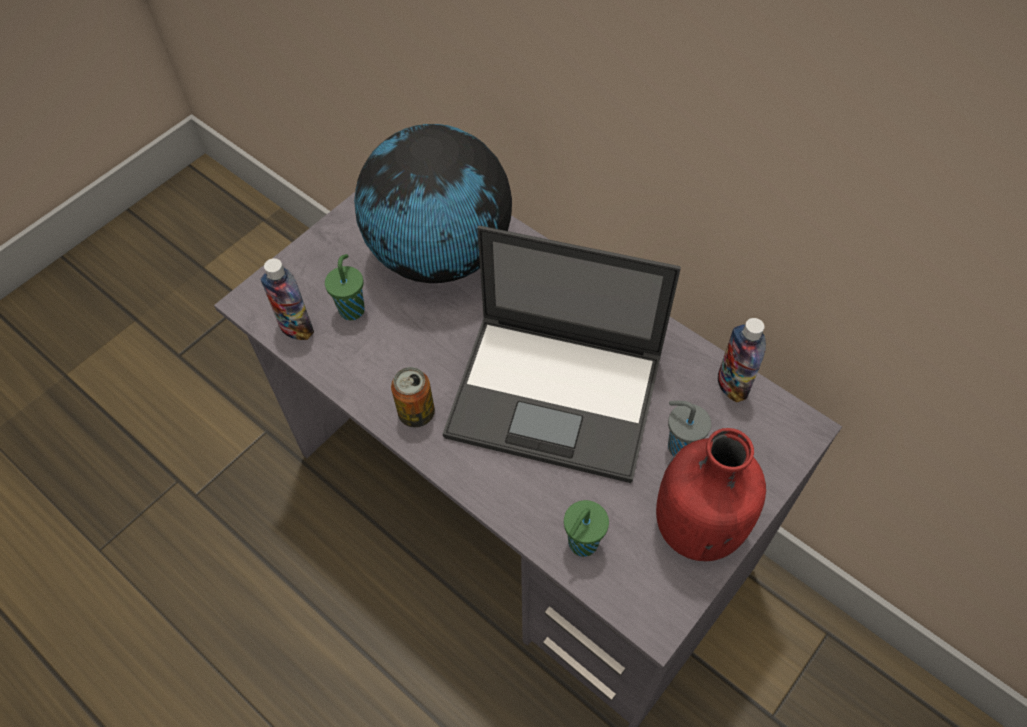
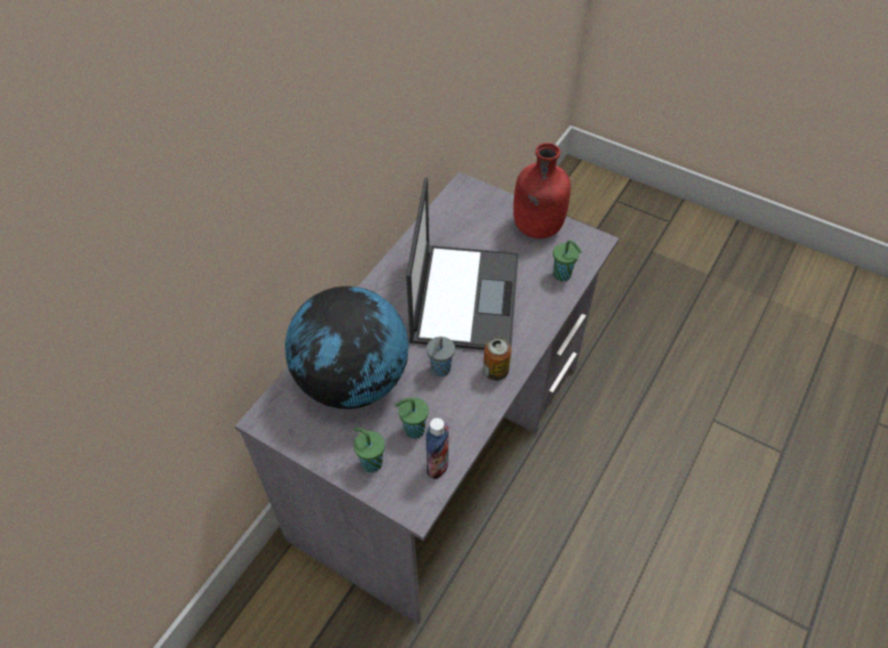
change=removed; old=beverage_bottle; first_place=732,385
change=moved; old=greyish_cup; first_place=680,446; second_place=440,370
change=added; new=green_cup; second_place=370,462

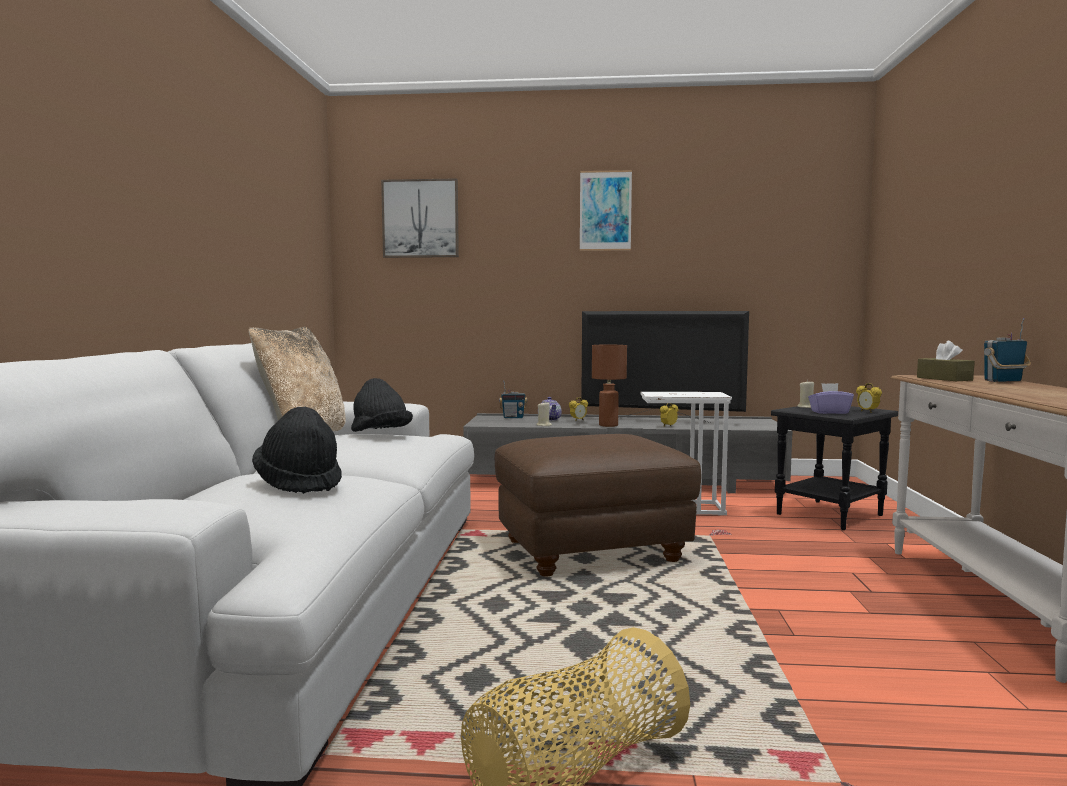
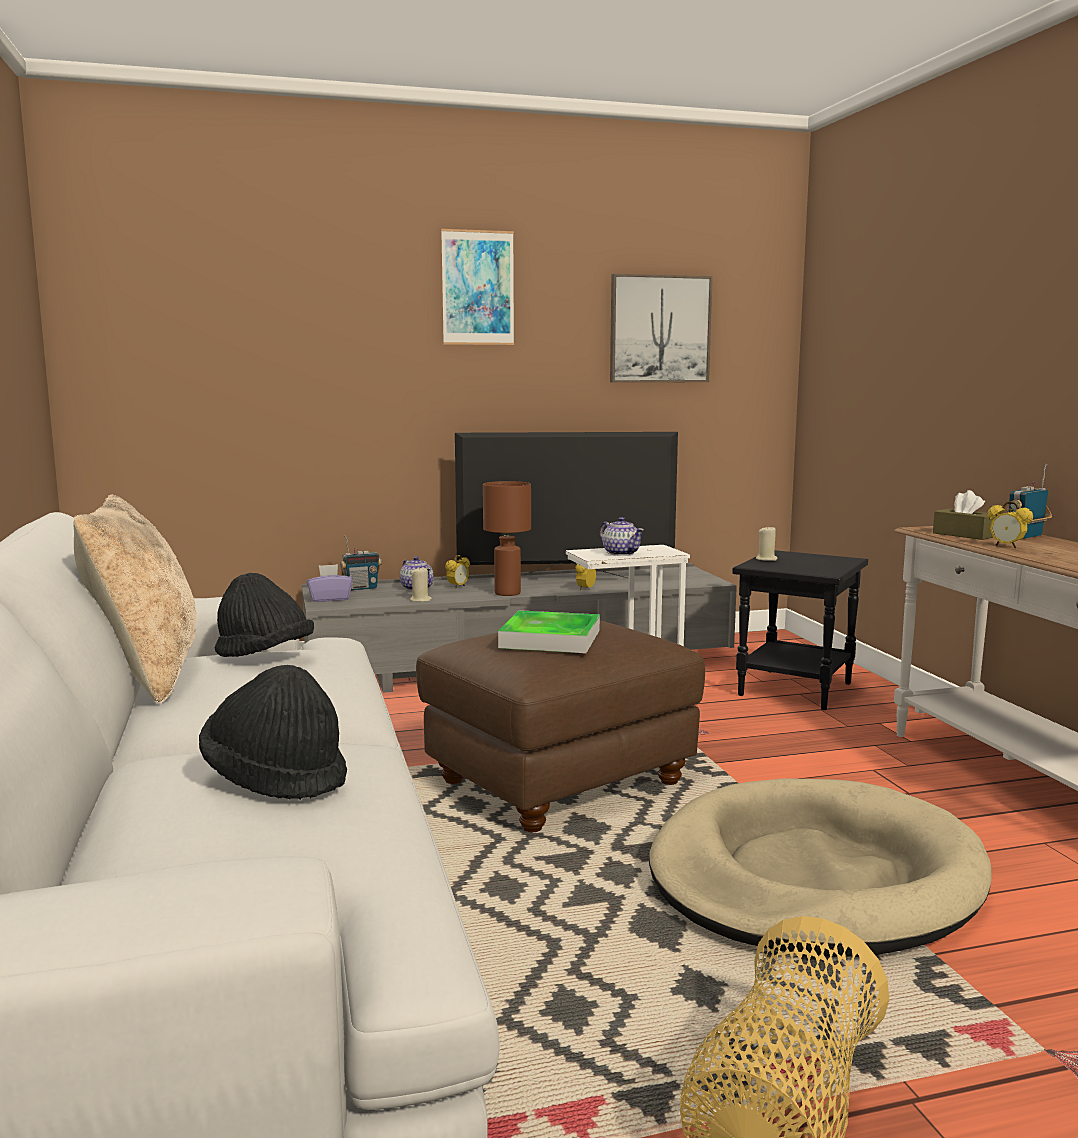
change=moved; old=wall_art; first_place=420,219; second_place=659,329
change=moved; old=purple-coloured_tissue_holder; first_place=829,412; second_place=329,599
change=moved; old=bedside_clock; first_place=867,411; second_place=1006,546
change=added; new=tea_pot; second_place=621,553
change=added; new=carrying_tray; second_place=550,639
change=added; new=beige_dog_bed; second_place=813,878

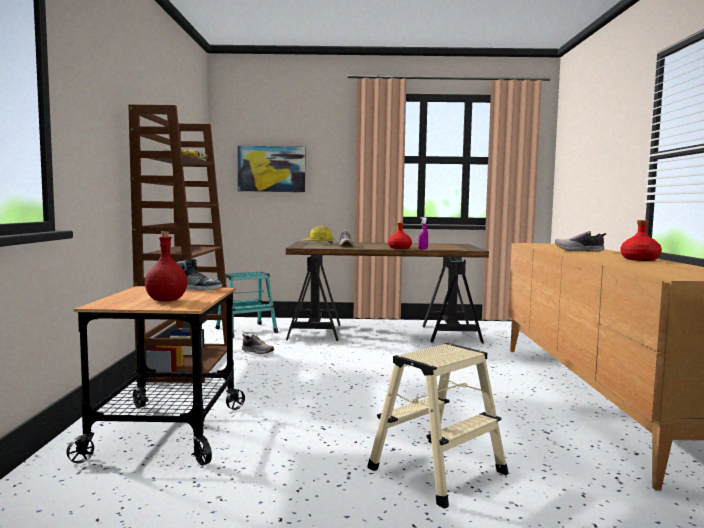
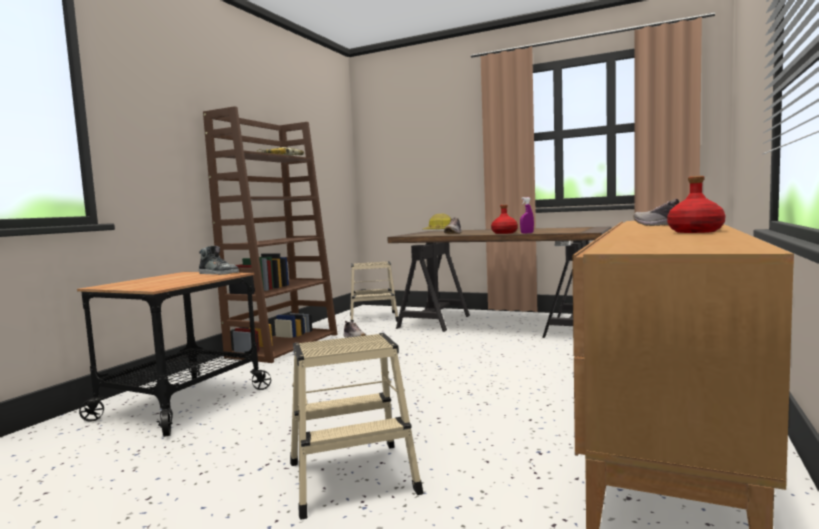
change=removed; old=wall_art; first_place=271,169
change=removed; old=red_beverage_bottle; first_place=166,300
change=recoloured; old=turquoise_step_stool; new=beige_step_stool; first_place=246,330; second_place=374,318

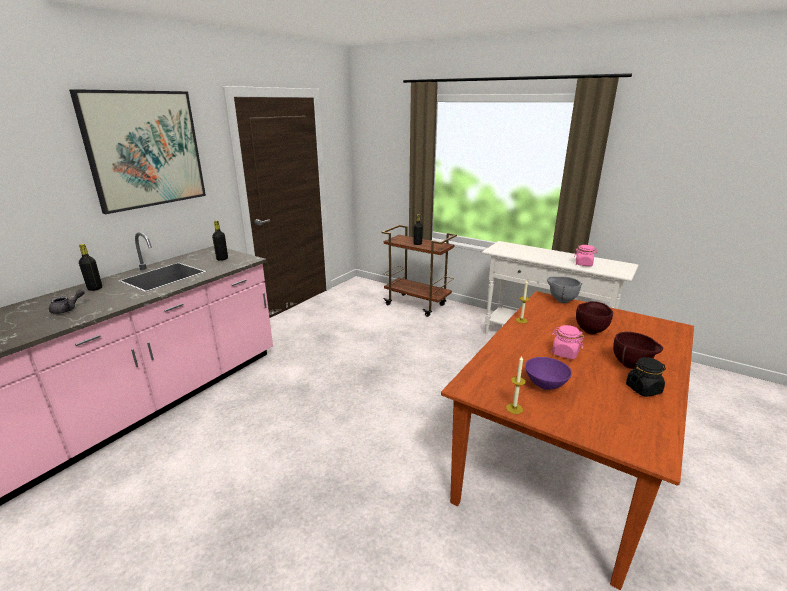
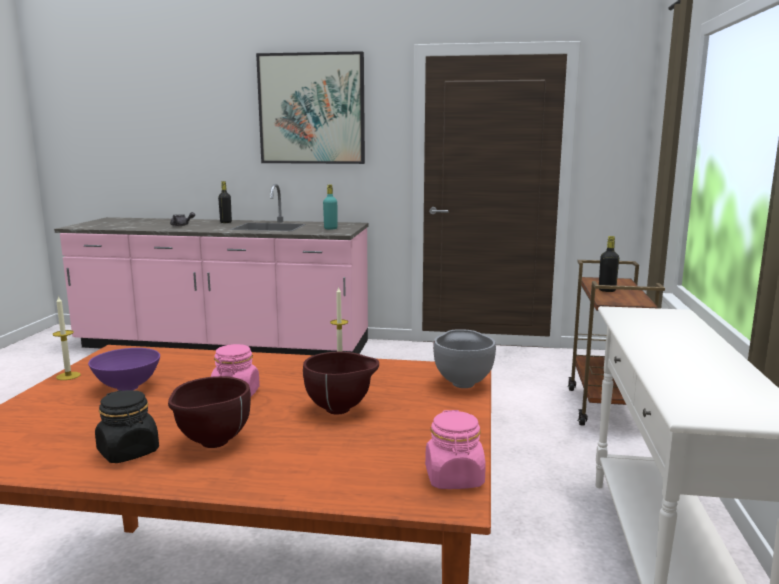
change=recoloured; old=black_beverage_bottle; new=turquoise_beverage_bottle; first_place=222,259; second_place=330,228
change=moved; old=pink_storage_jar; first_place=584,264; second_place=454,478

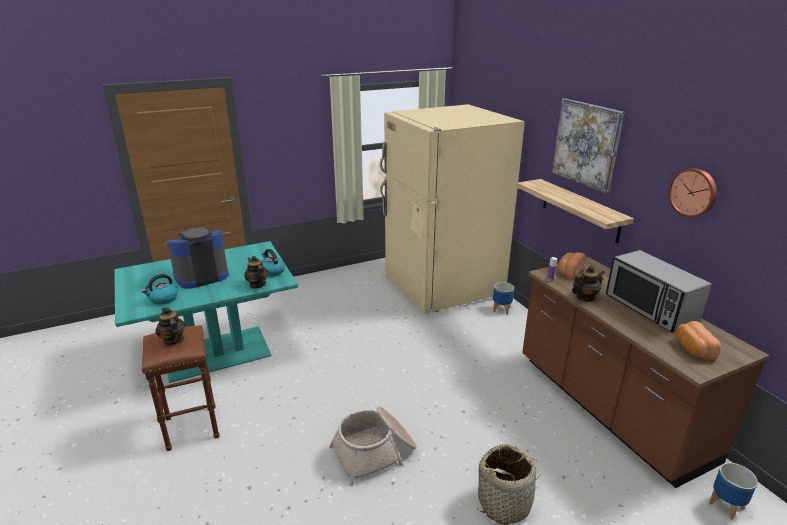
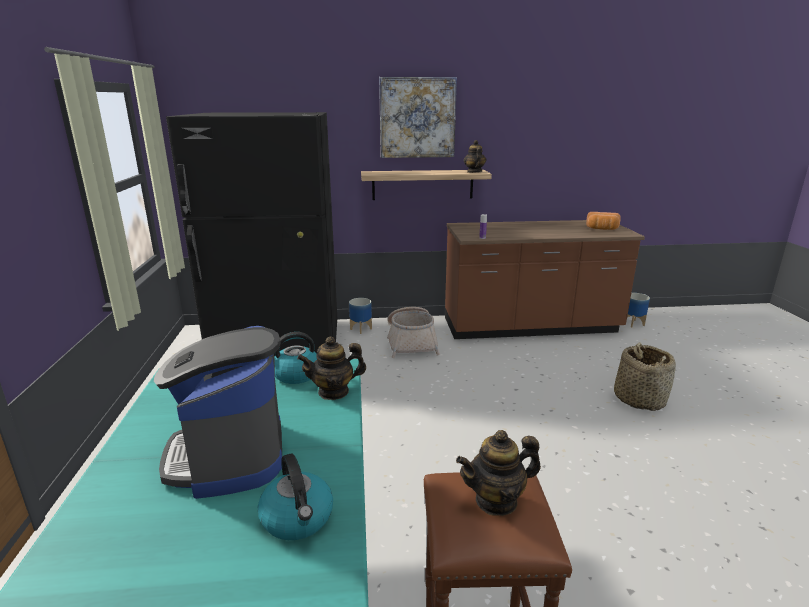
change=recoloured; old=beige_kitchen_fridge; new=black_kitchen_fridge; first_place=443,286; second_place=280,346
change=removed; old=hanging_clock; first_place=693,192
change=removed; old=microwave; first_place=650,309
change=removed; old=baked_bread; first_place=569,271
change=moved; old=tea_pot; first_place=585,297; second_place=474,172
change=moved; old=household_basket; first_place=375,452; second_place=411,343

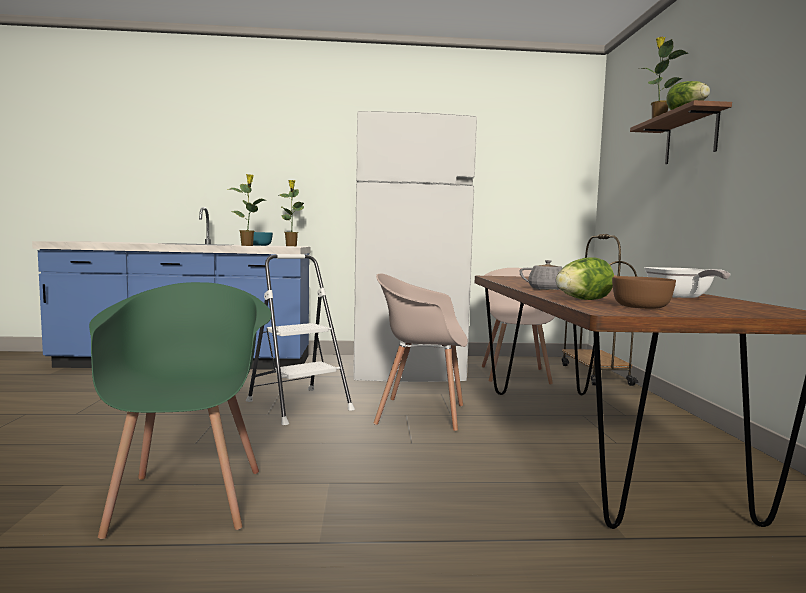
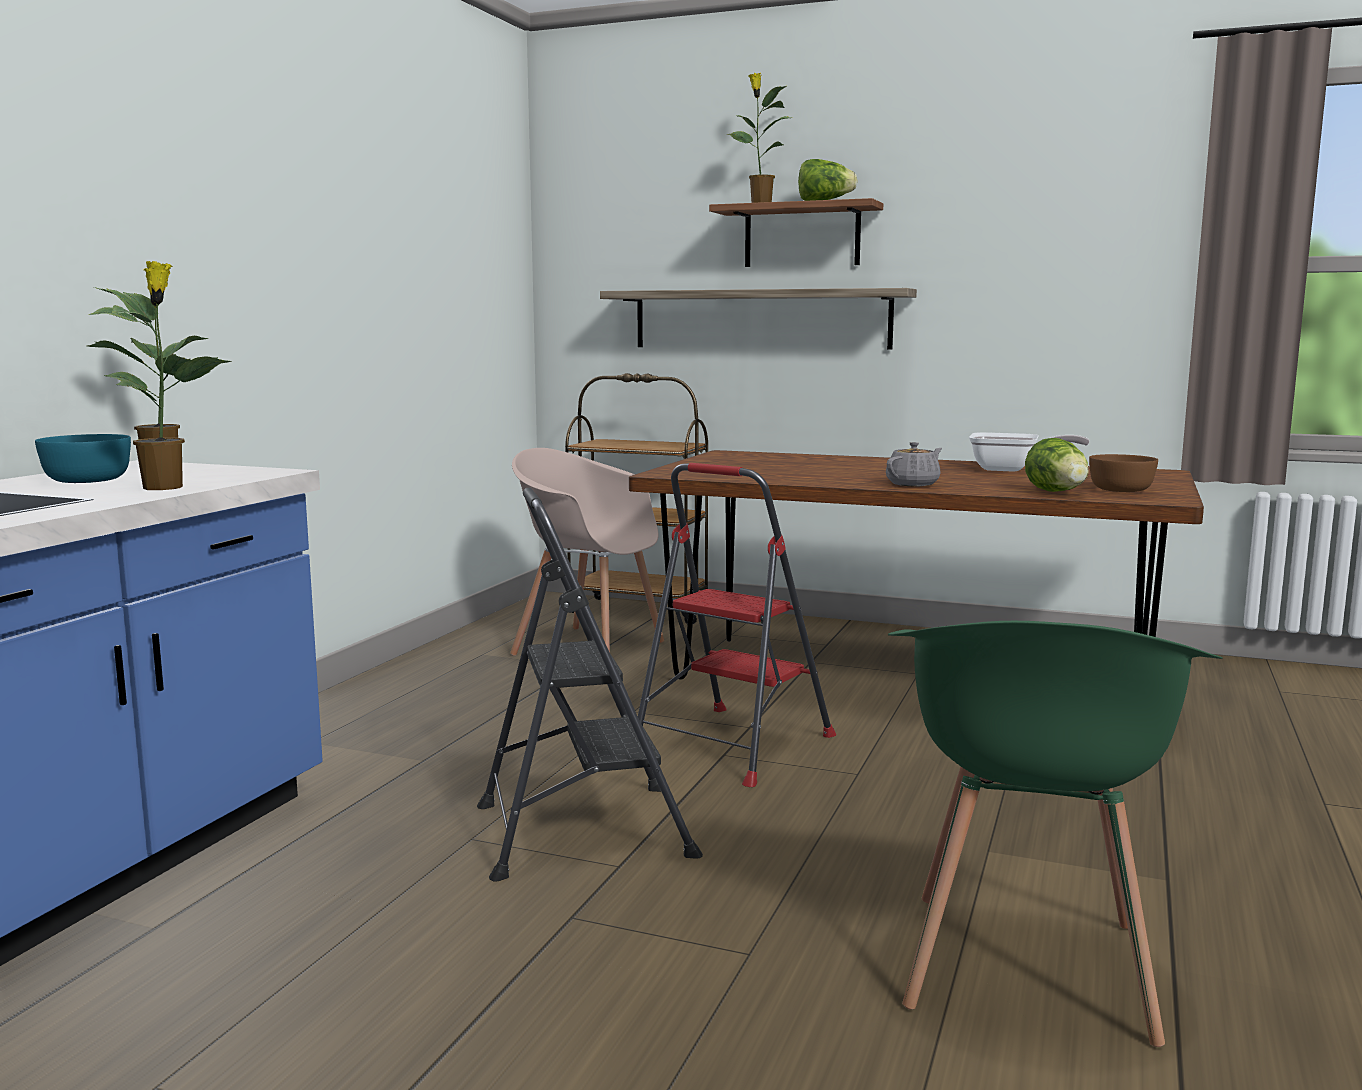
change=removed; old=white-coloured_kitchen_fridge; first_place=407,367
change=recoloured; old=white-coloured_step_stool; new=black_step_stool; first_place=298,404; second_place=576,829
change=replaced; old=beige_chair; new=red_step_stool; first_place=419,414; second_place=729,745
change=turned; old=green_chair; first_place=188,500; second_place=1026,968; degrees=-90
change=added; new=shelf; second_place=760,319

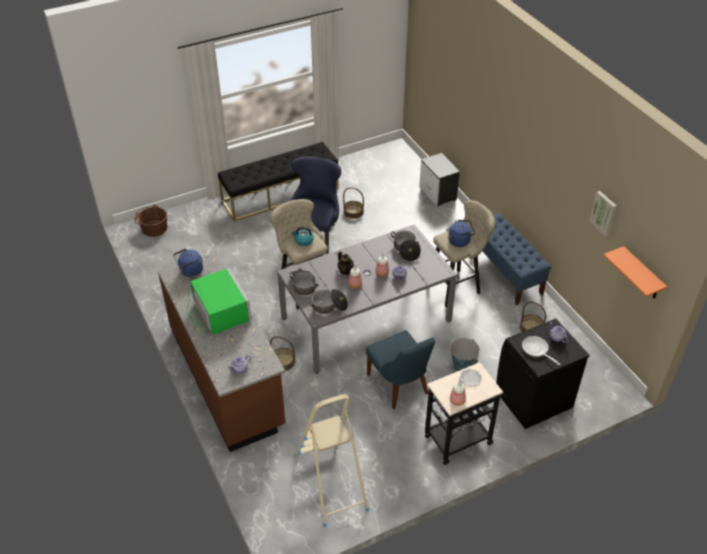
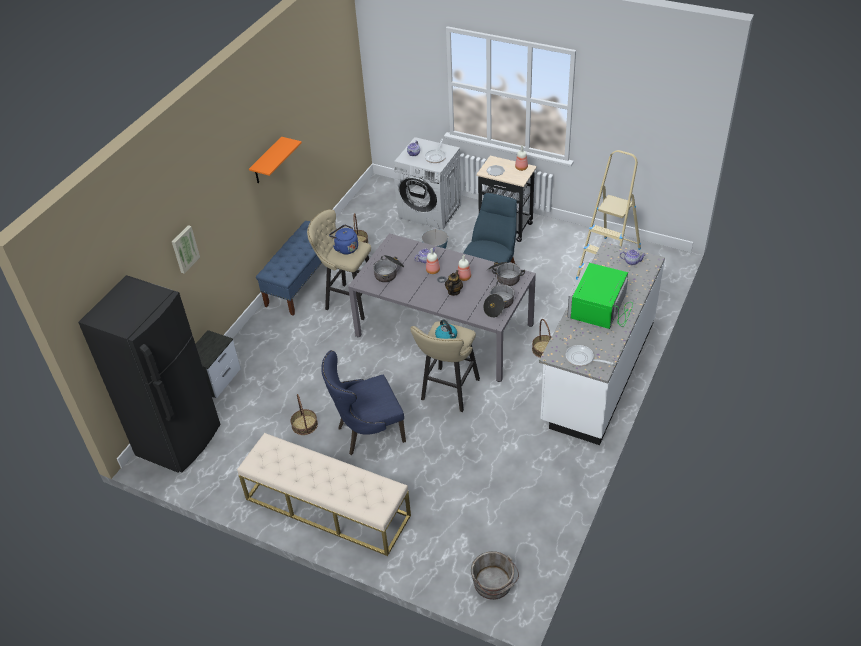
change=recoloured; old=black_long_seat; new=beige_long_seat; first_place=280,194; second_place=327,507
change=moved; old=wall_art; first_place=604,213; second_place=184,249
change=recoloured; old=brown-coloured_pail; new=greyish_pail; first_place=153,228; second_place=494,584
change=moved; old=orange-coloured_shelf; first_place=642,274; second_place=267,161
change=replaced; old=blue_tea_kettle; new=pan; first_place=190,271; second_place=582,358
change=recoloured; old=brown-coloured_kitchen_counter; new=white-coloured_kitchen_counter; first_place=227,377; second_place=597,371
change=recoloured; old=black_laundry_machine; new=white-coloured_laundry_machine; first_place=533,400; second_place=430,213
change=added; new=black_kitchen_fridge; second_place=179,441

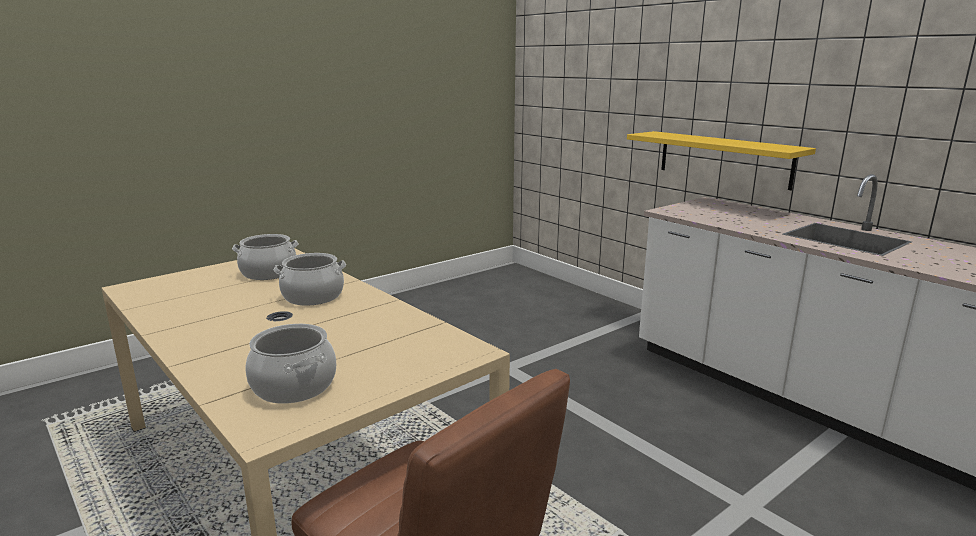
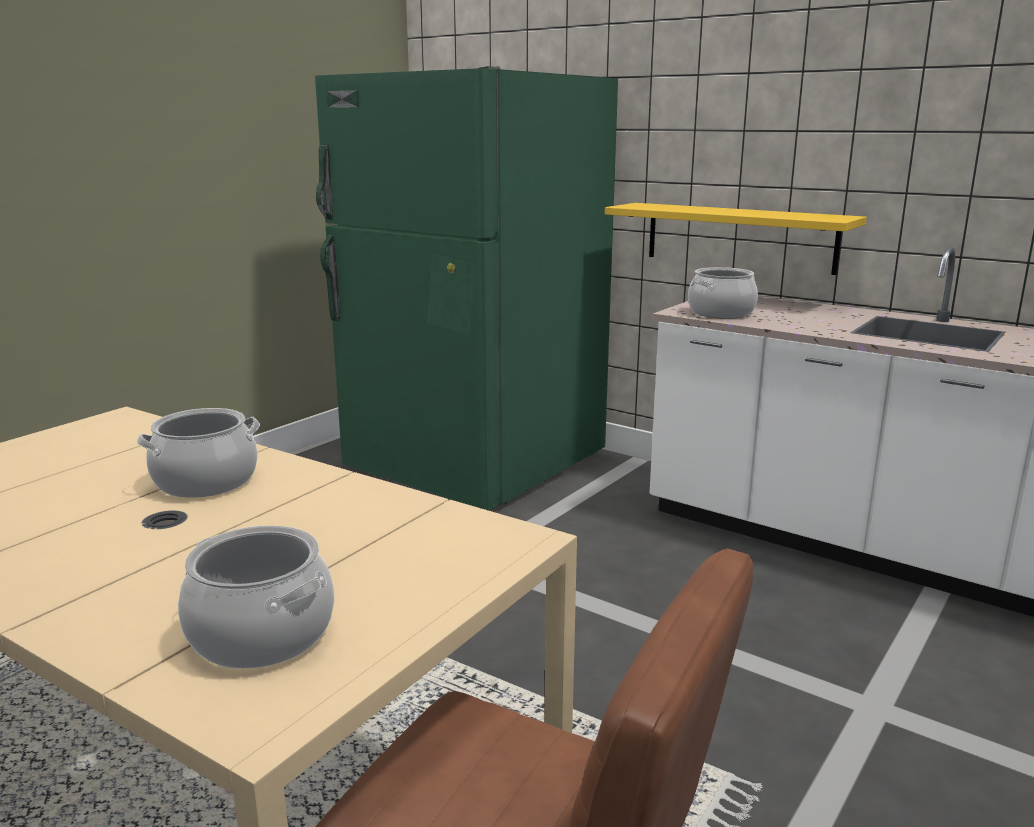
change=moved; old=cooking_pot; first_place=269,273; second_place=720,313
change=added; new=green_kitchen_fridge; second_place=477,461

